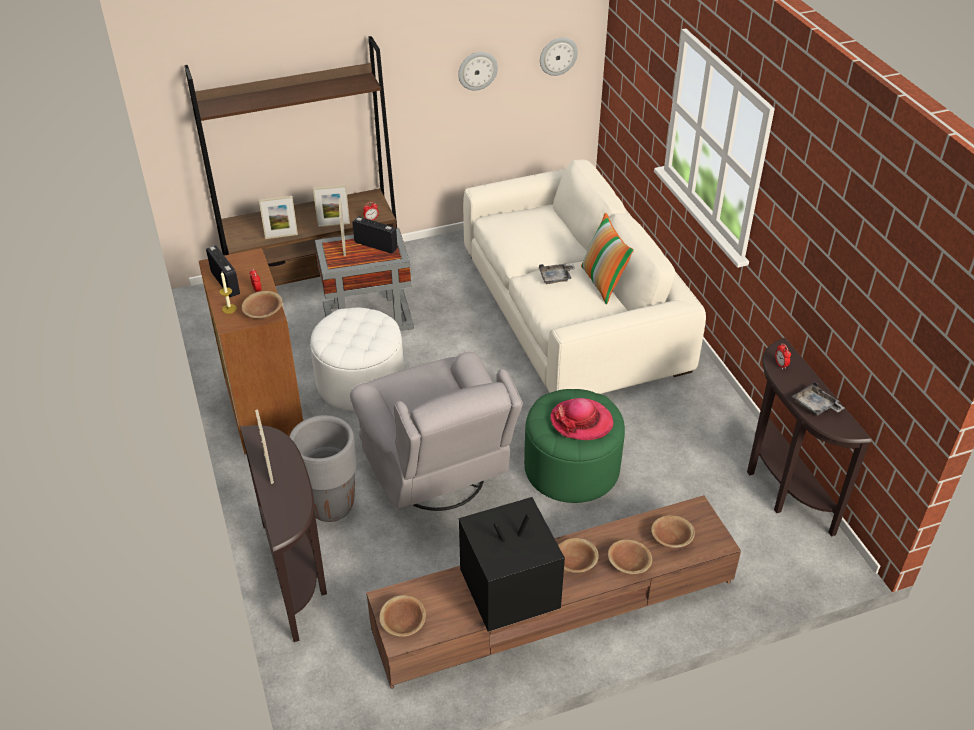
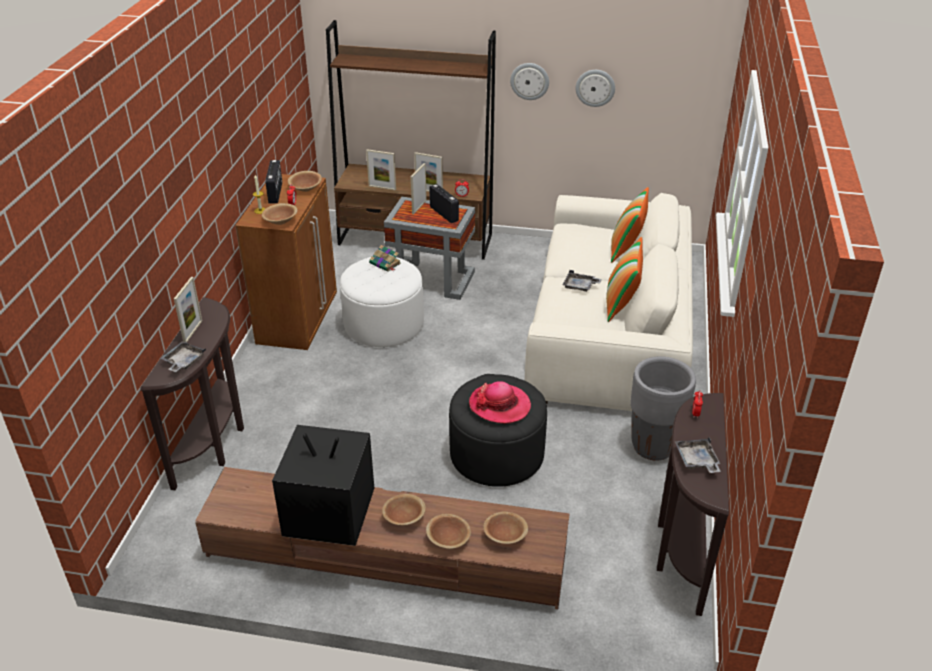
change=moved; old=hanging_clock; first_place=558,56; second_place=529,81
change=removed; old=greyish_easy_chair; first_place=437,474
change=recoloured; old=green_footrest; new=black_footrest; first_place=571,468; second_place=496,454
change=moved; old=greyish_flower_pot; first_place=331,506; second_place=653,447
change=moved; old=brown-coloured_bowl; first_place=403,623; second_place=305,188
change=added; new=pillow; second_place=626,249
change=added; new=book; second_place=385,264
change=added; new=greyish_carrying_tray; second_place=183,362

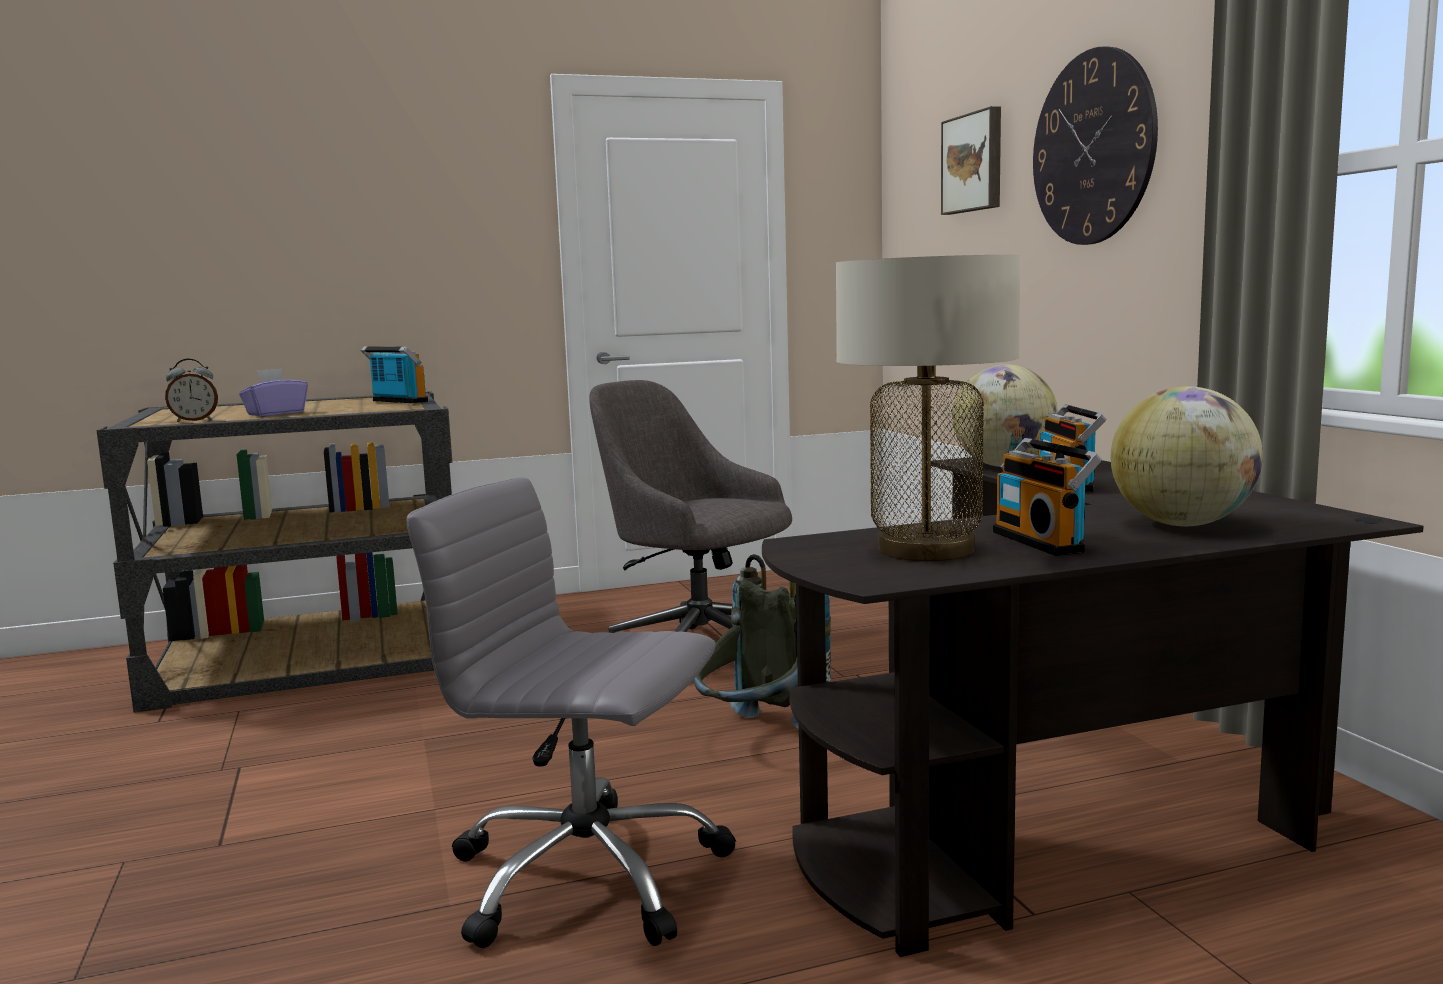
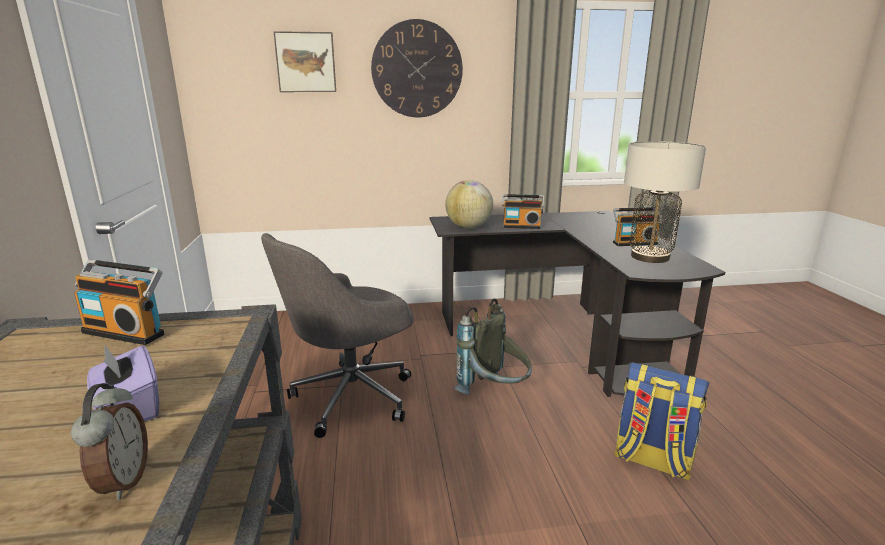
change=turned; old=radio_receiver; first_place=397,401; second_place=127,332; degrees=-120
change=removed; old=world_globe; first_place=1182,524
change=replaced; old=greyish_computer_chair; new=backpack; first_place=586,876; second_place=651,460

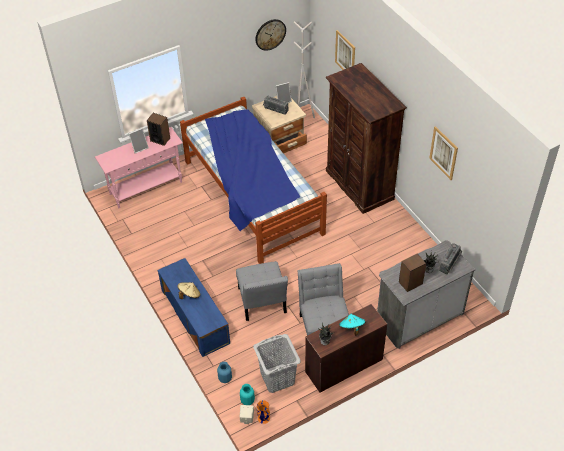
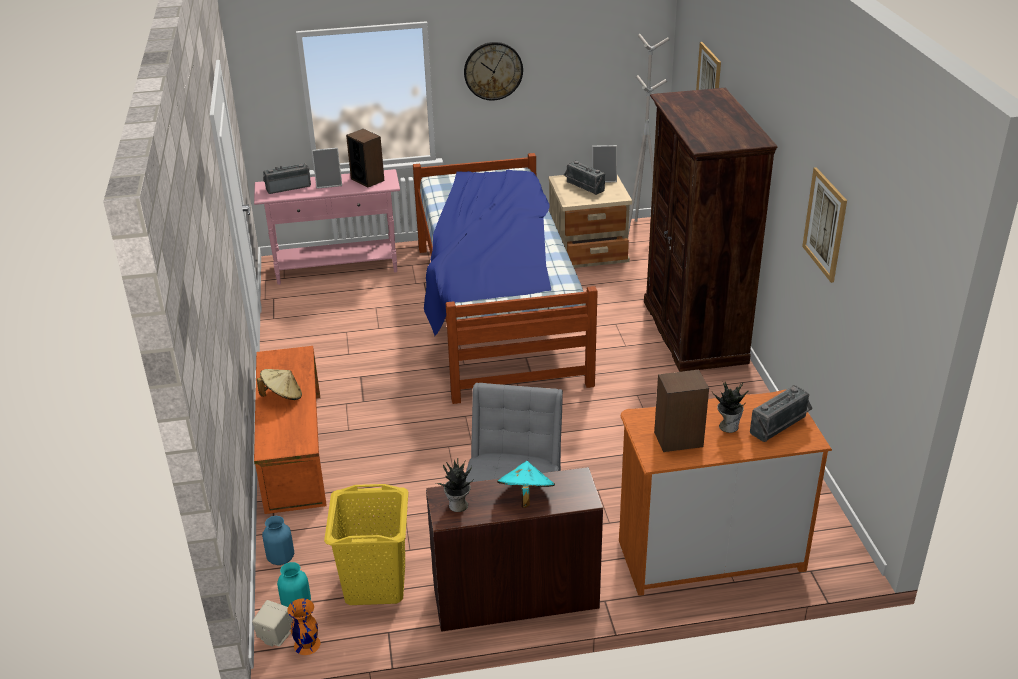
change=moved; old=hanging_clock; first_place=270,34; second_place=493,71
change=recoloured; old=greyish_dresser; new=orange-coloured_dresser; first_place=418,318; second_place=708,557
change=recoloured; old=blue_long_seat; new=orange-coloured_long_seat; first_place=194,316; second_place=292,450
change=removed; old=greyish_chair; first_place=262,303
change=recoloured; old=greyish_hamper; new=yellowish_hamper; first_place=277,378; second_place=375,584
change=added; new=radio_receiver; second_place=288,187

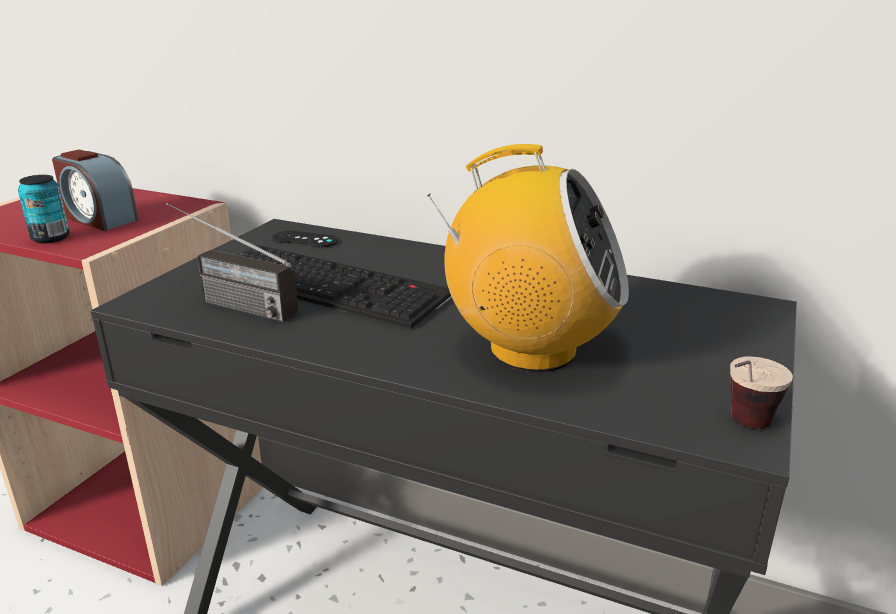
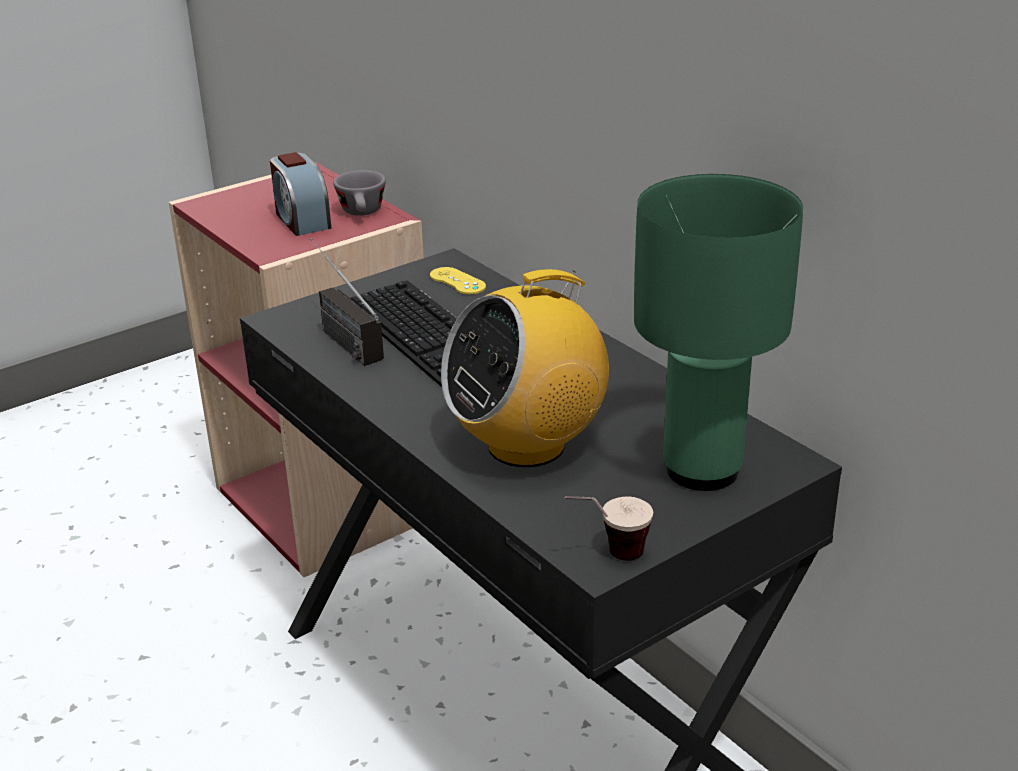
change=turned; old=radio_receiver; first_place=531,350; second_place=527,445; degrees=105
change=removed; old=can; first_place=50,238
change=recoloured; old=black_gamepad; new=yellowish_gamepad; first_place=305,240; second_place=457,281
change=added; new=greyish_cup; second_place=363,213
change=added; new=green_table_lamp; second_place=699,470

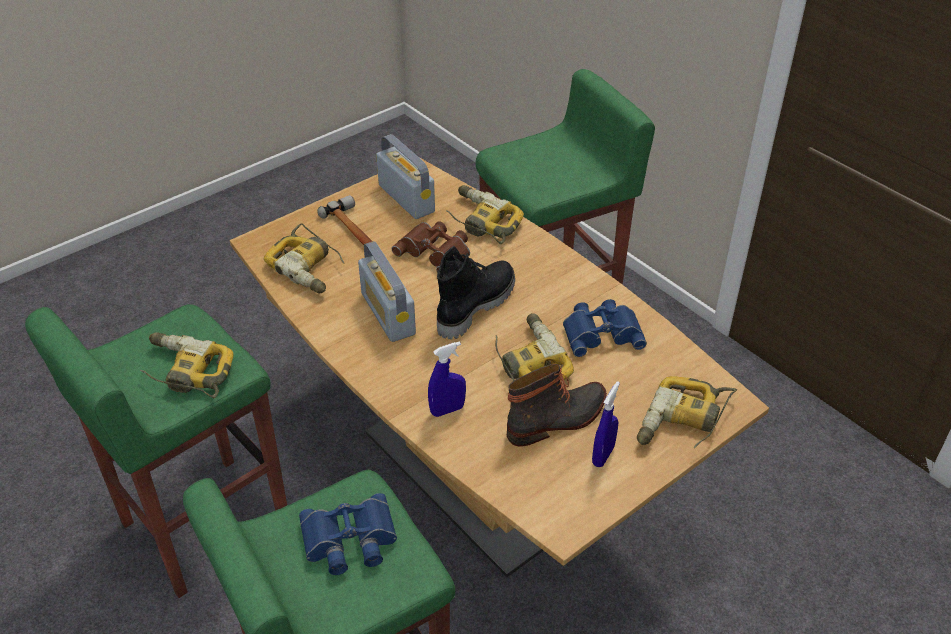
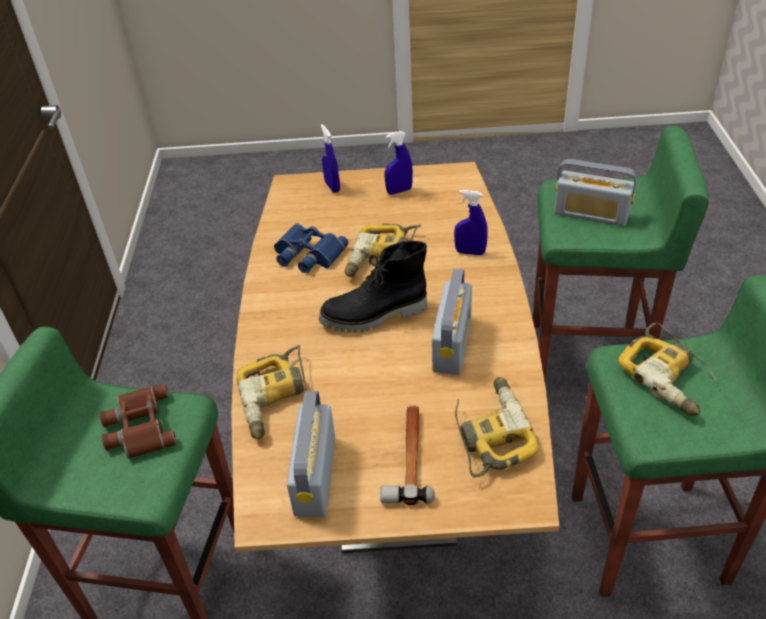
change=moved; old=brown-coloured_binoculars; first_place=436,251; second_place=138,427
change=removed; old=high-top_boot; first_place=557,420
change=replaced; old=power_drill; new=blue_spray_bottle; first_place=683,423; second_place=332,187
change=replaced; old=blue_binoculars; new=radio_receiver; first_place=349,541; second_place=591,214

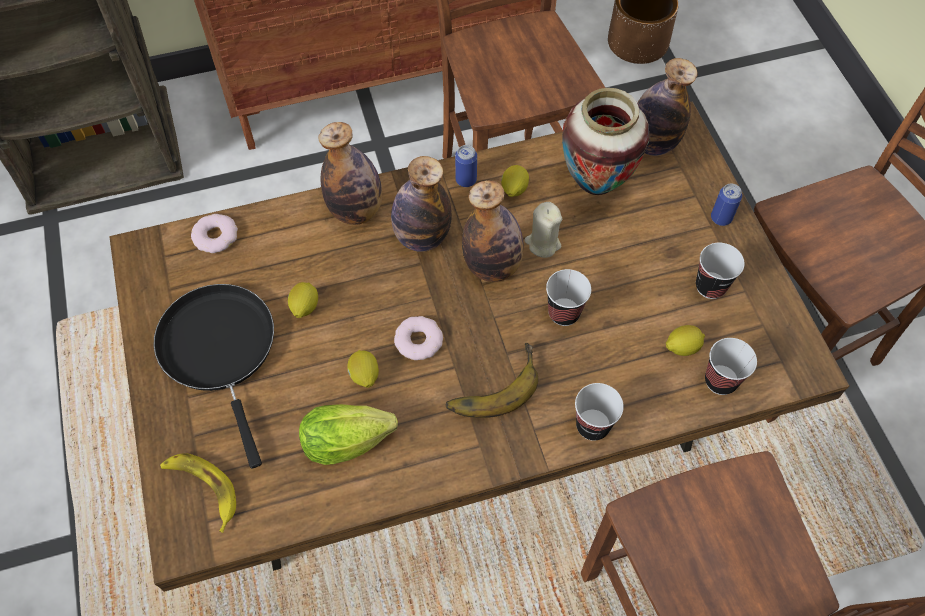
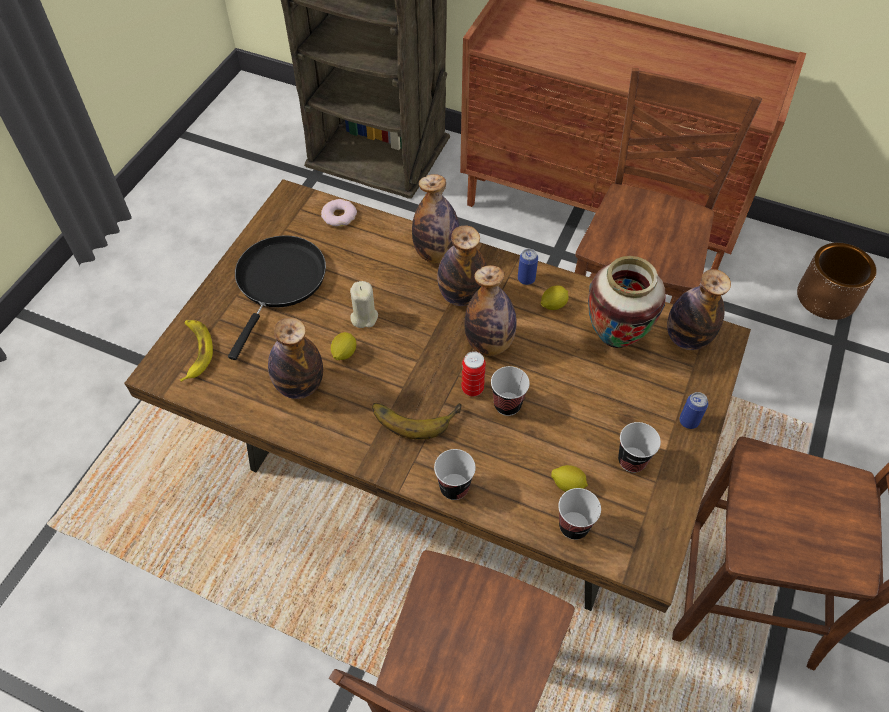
change=moved; old=beige_wax_light; first_place=542,243; second_place=364,317
change=removed; old=lemon; first_place=304,307
change=removed; old=ring_doughnut; first_place=418,340
change=replaced; old=lettuce; new=beverage_bottle; first_place=352,440; second_place=300,385
change=added; new=can; second_place=472,388

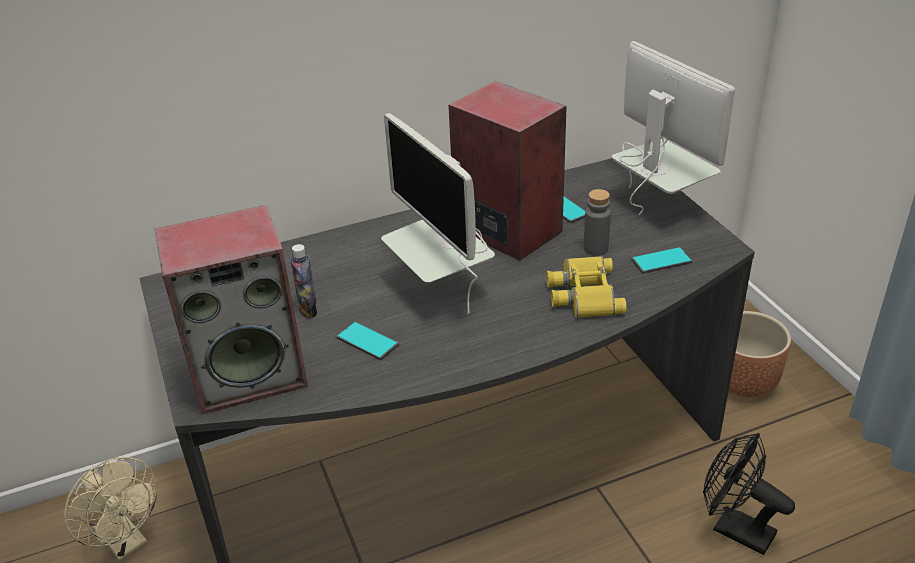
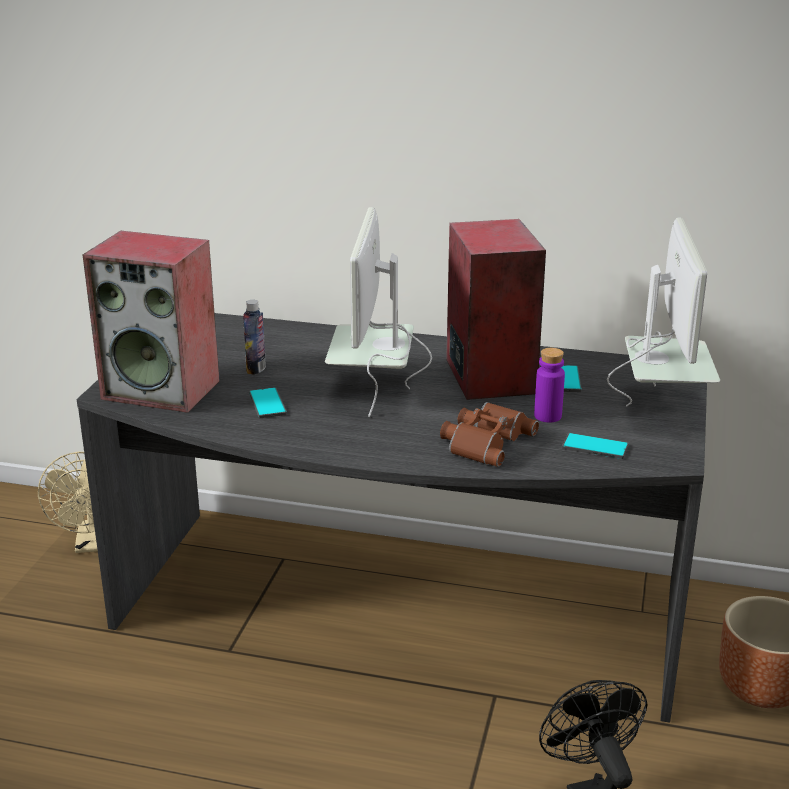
change=recoloured; old=greyish_beverage_bottle; new=purple-coloured_beverage_bottle; first_place=595,248; second_place=547,416
change=recoloured; old=yellowish_binoculars; new=brown-coloured_binoculars; first_place=583,293; second_place=484,441

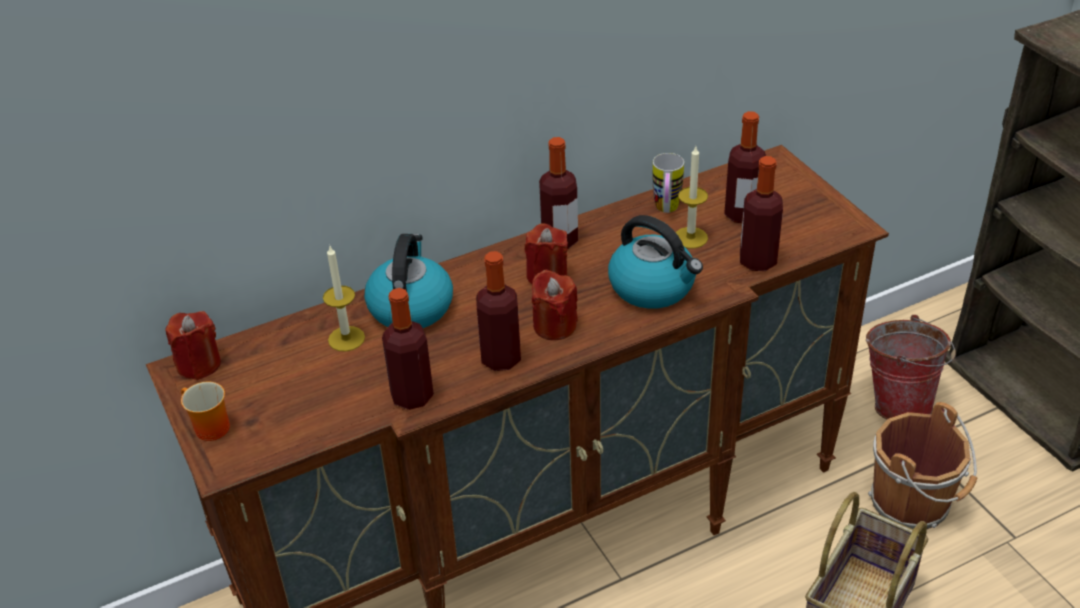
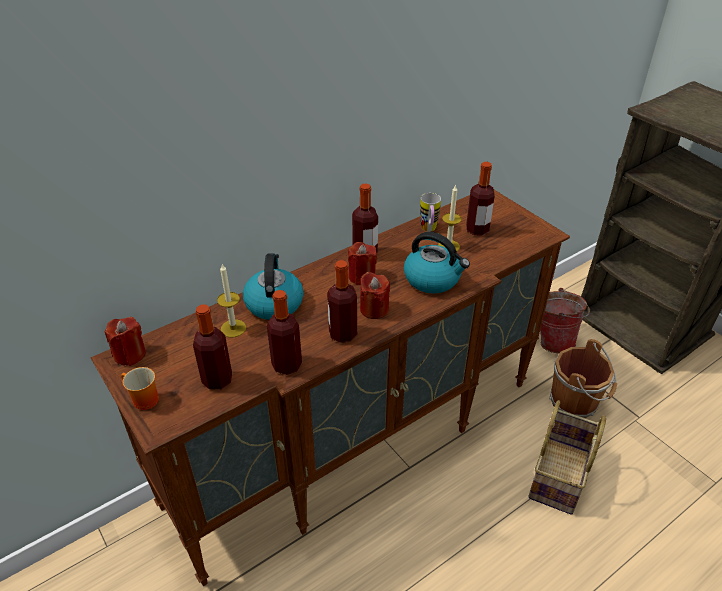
change=moved; old=beverage_bottle; first_place=757,261; second_place=217,380

